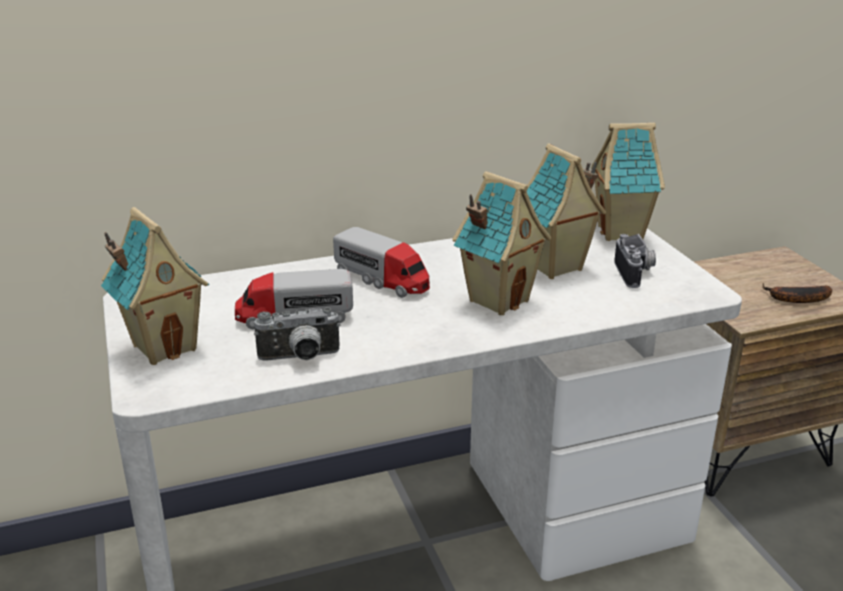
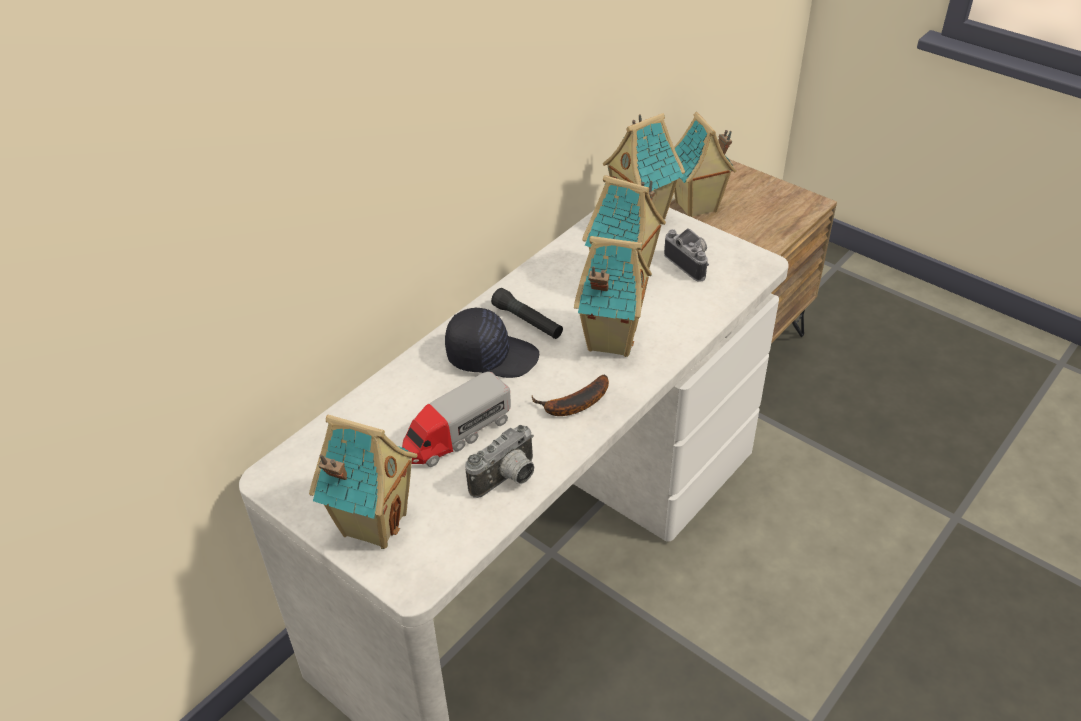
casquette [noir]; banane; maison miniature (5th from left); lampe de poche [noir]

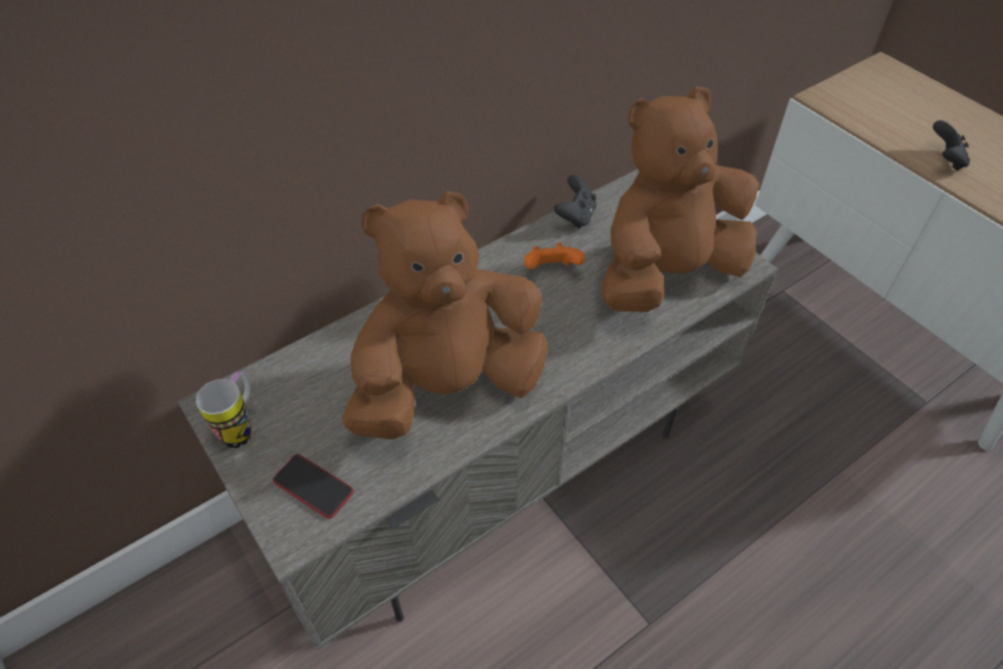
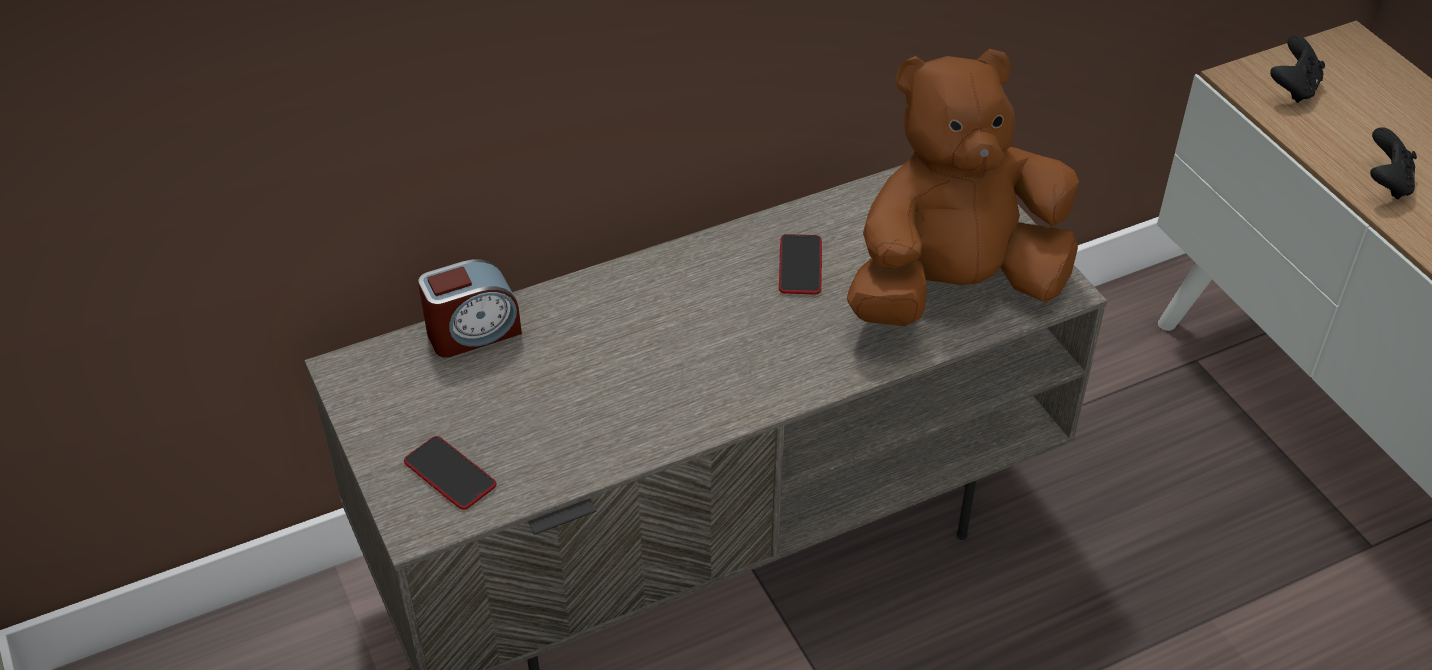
manette [noir] (1st from left); peluche [marron] (1st from left in the first image); téléphone (2nd from left); mug; réveil

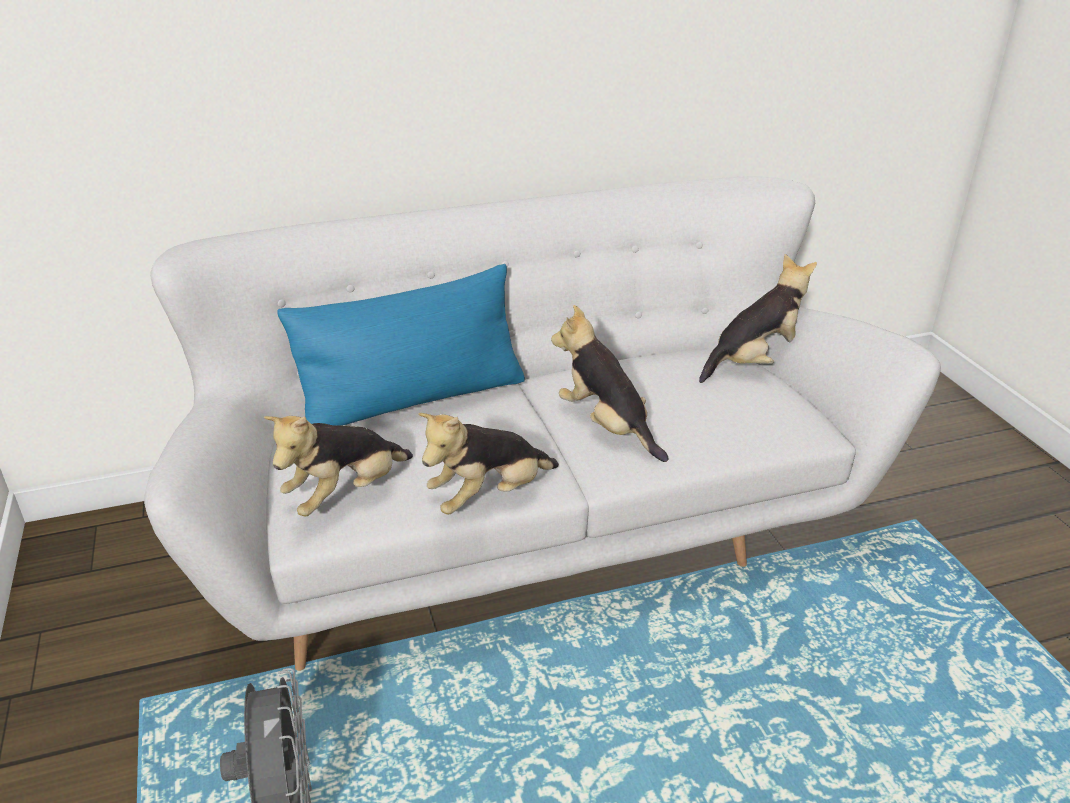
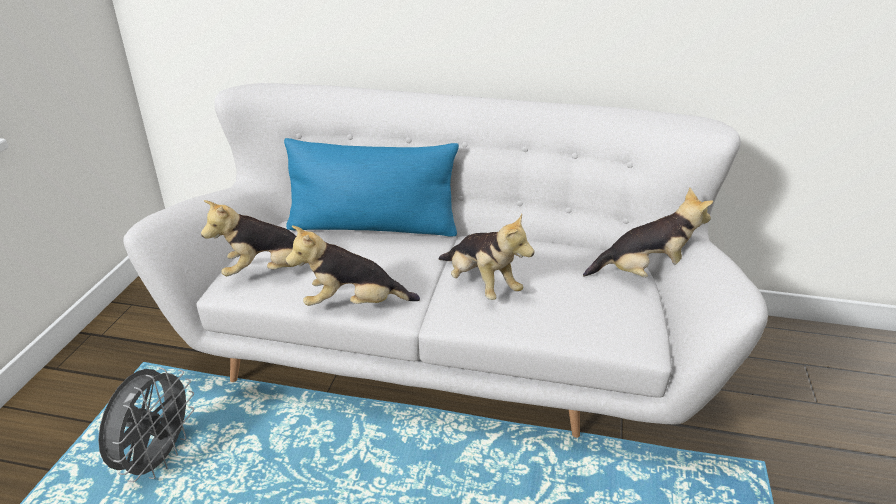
peluche (3rd from left)

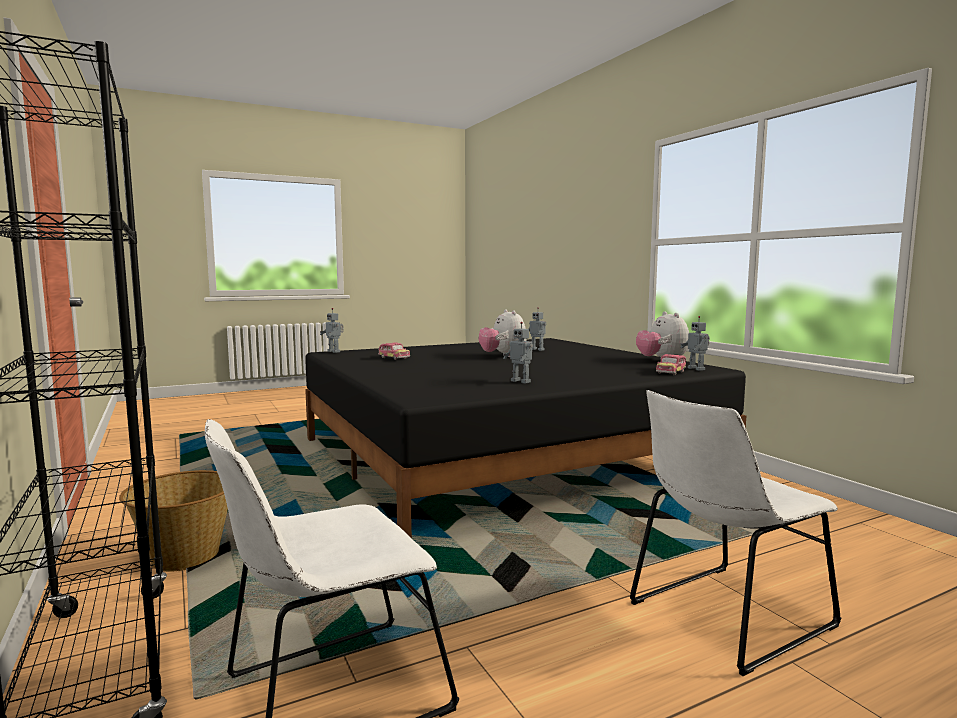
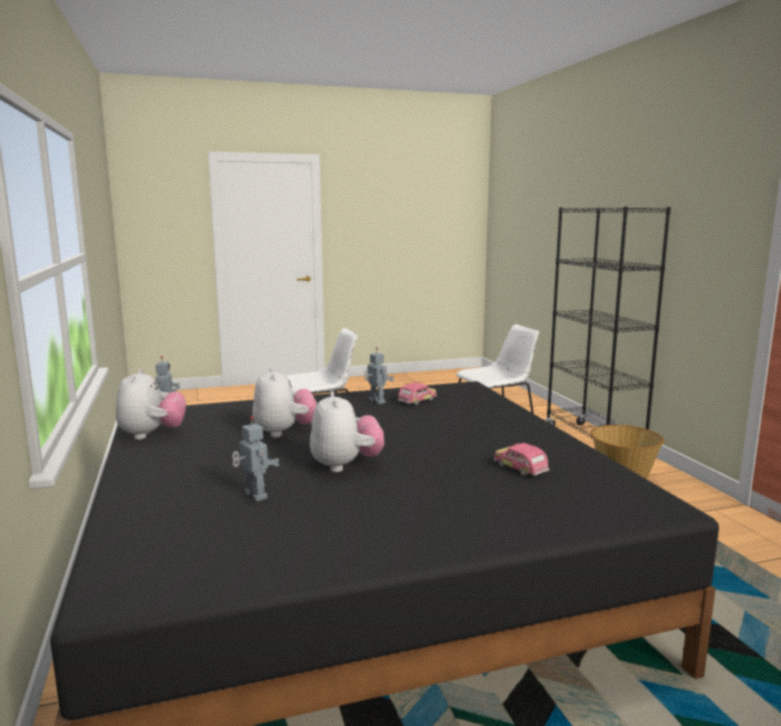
robot jouet (1st from left in the first image); petite voiture (1st from left); peluche (2nd from left)

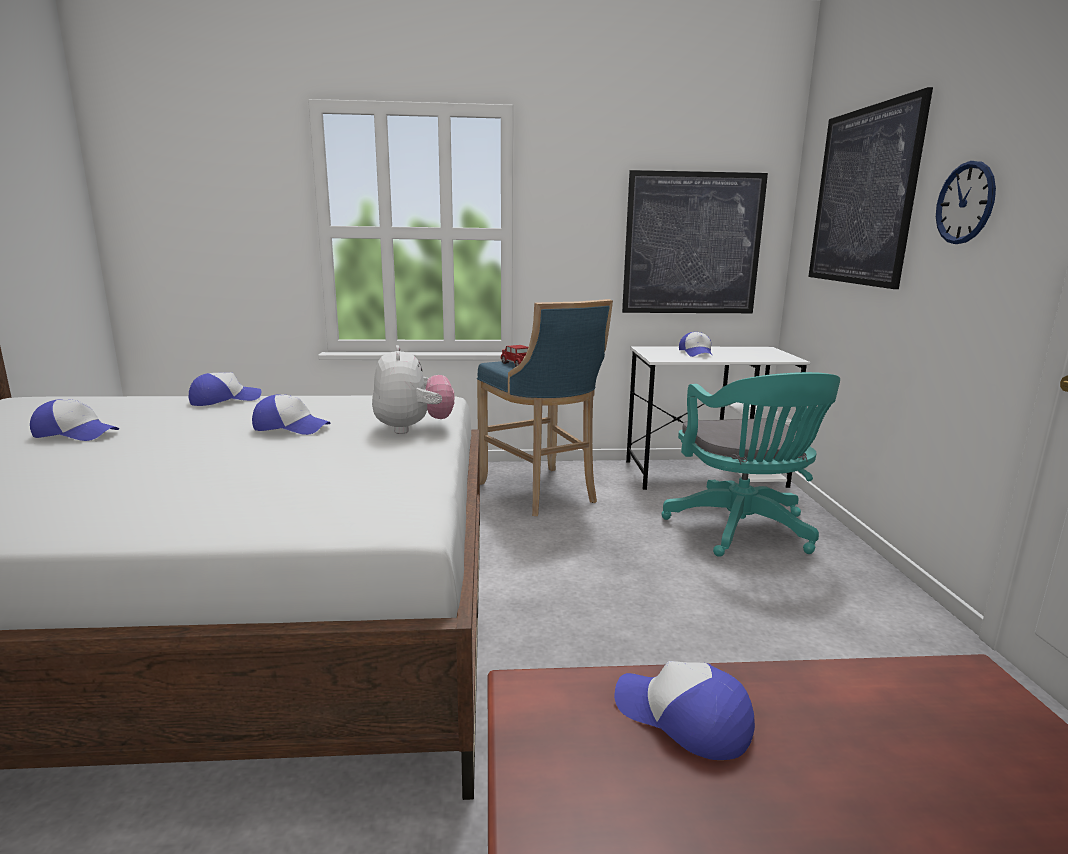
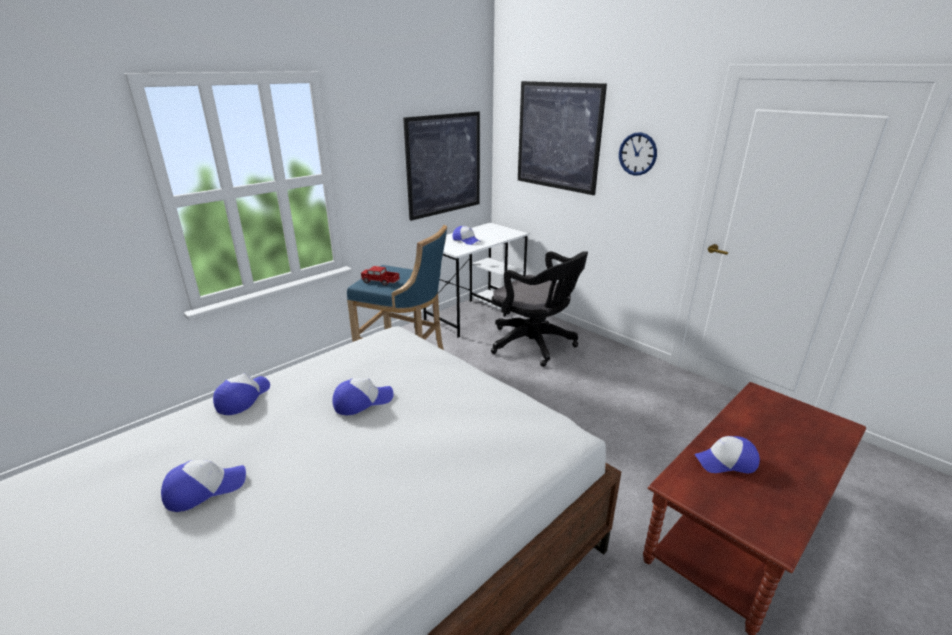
peluche; chaise de bureau [noir]

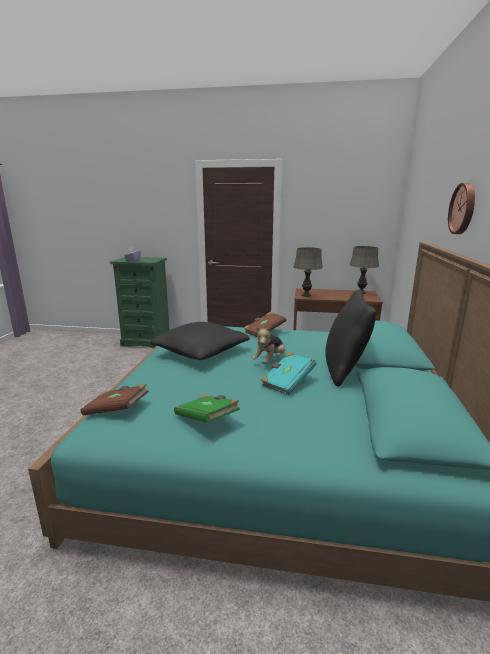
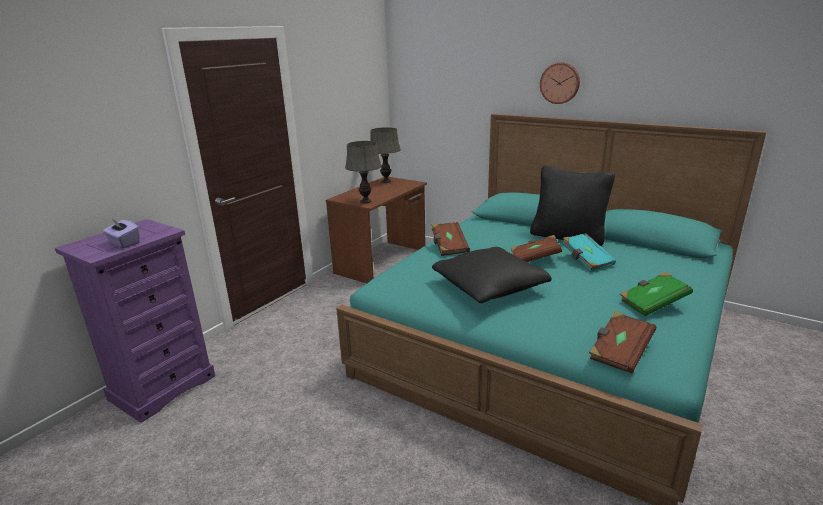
commode [violet]; livre [marron] (2nd from left)

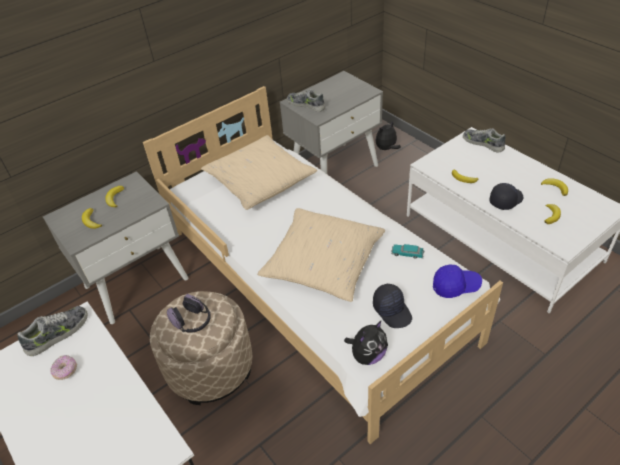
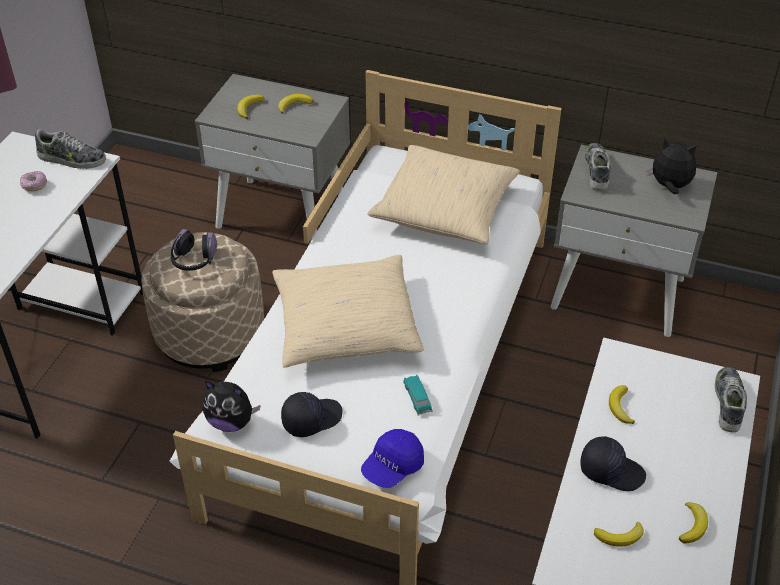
peluche (2nd from left); casquette [bleu]; casquette [noir] (1st from left)

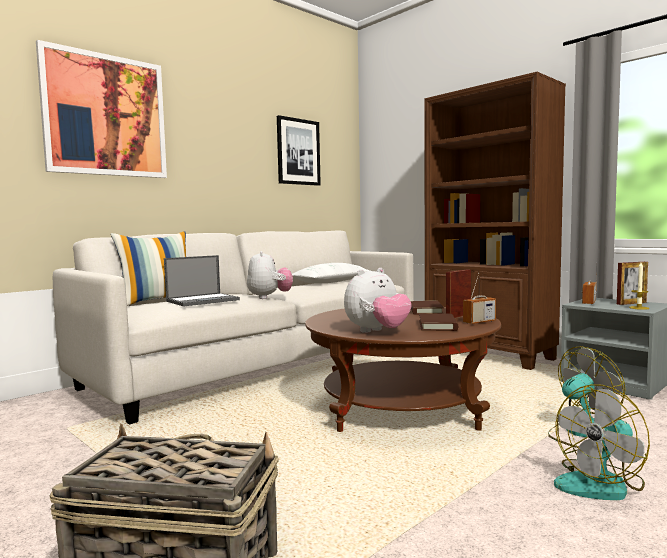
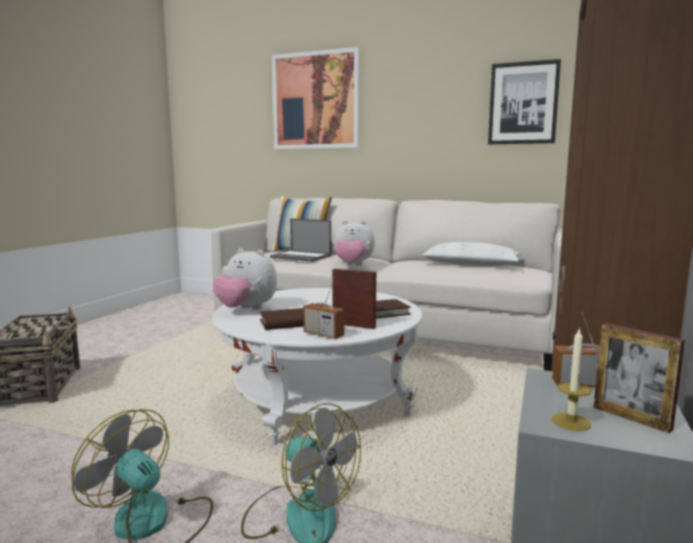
peluche (2nd from left); table basse [blanc]

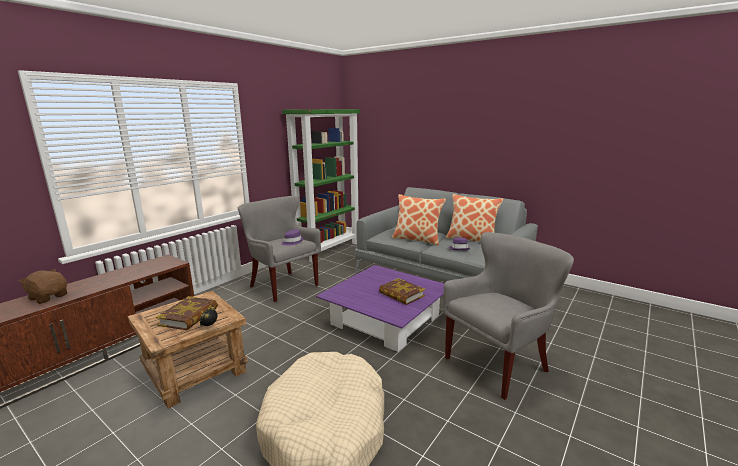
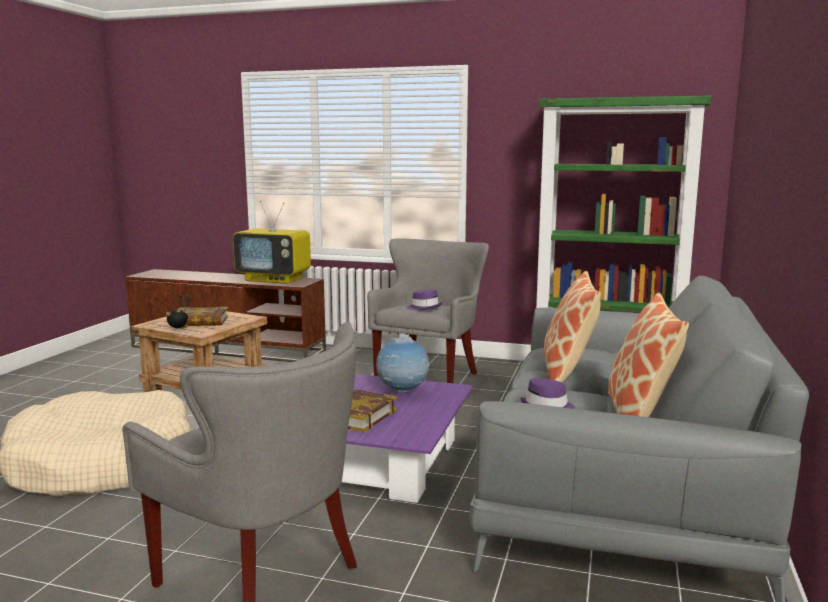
peluche [marron]; téléviseur; globe

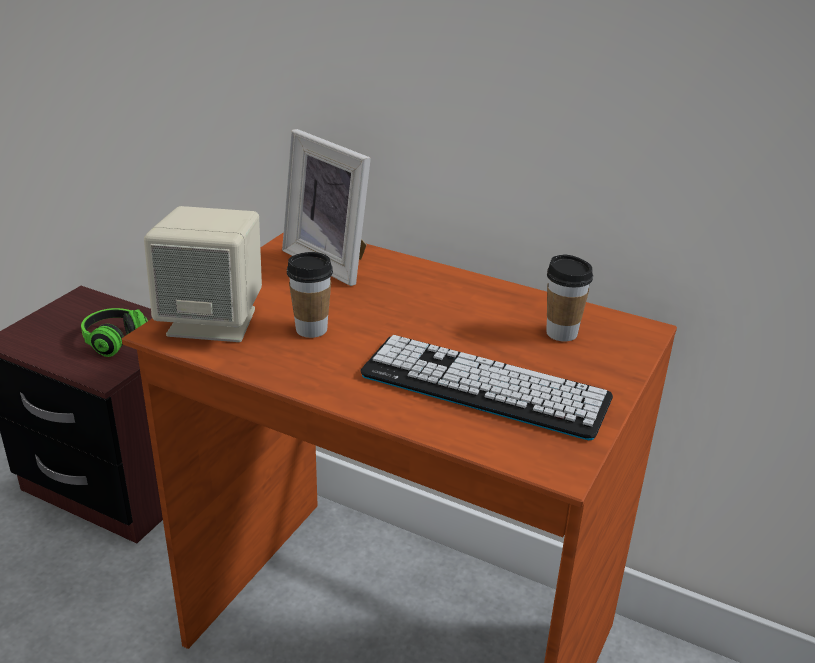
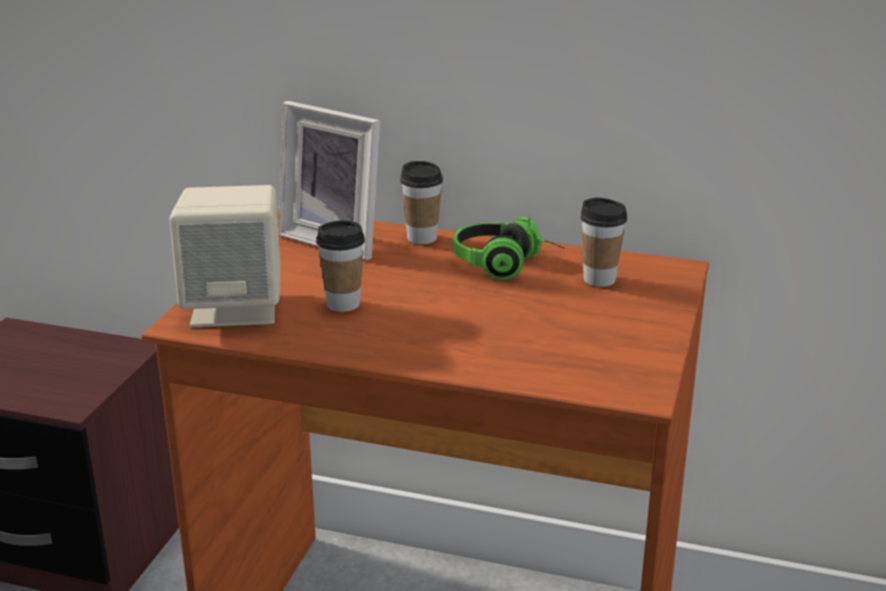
casque audio; clavier; tasse (2nd from left)

